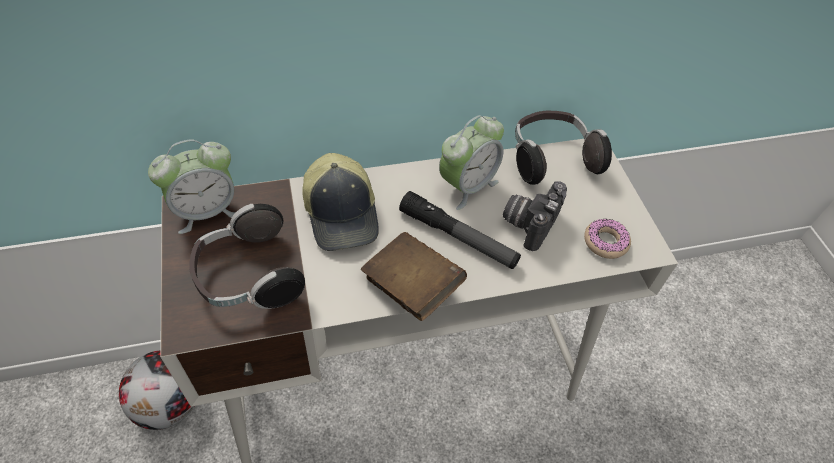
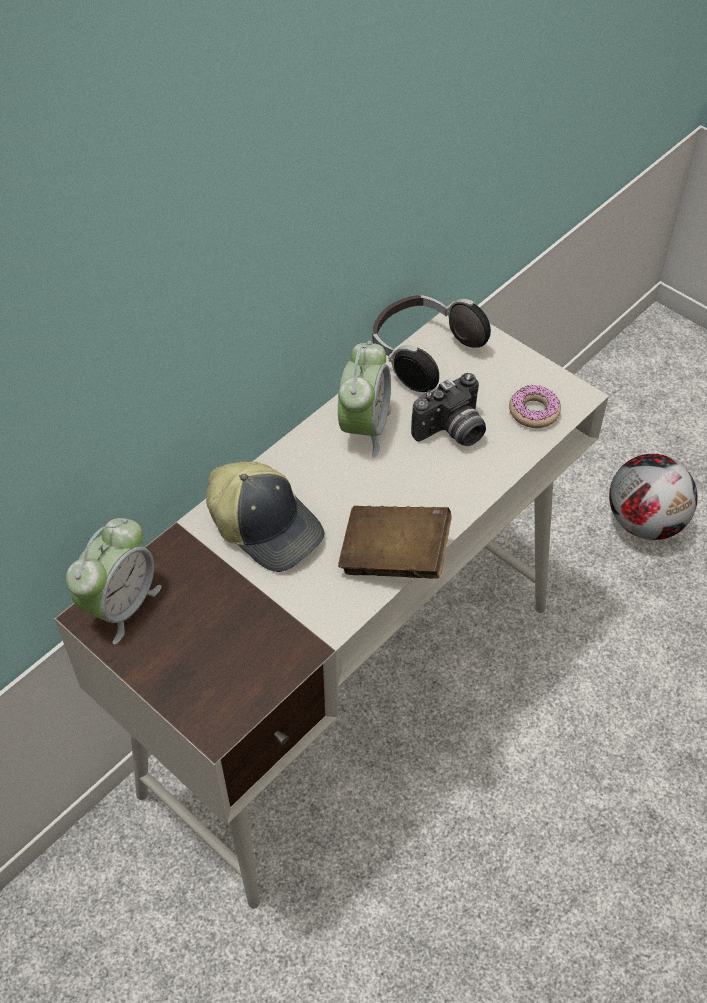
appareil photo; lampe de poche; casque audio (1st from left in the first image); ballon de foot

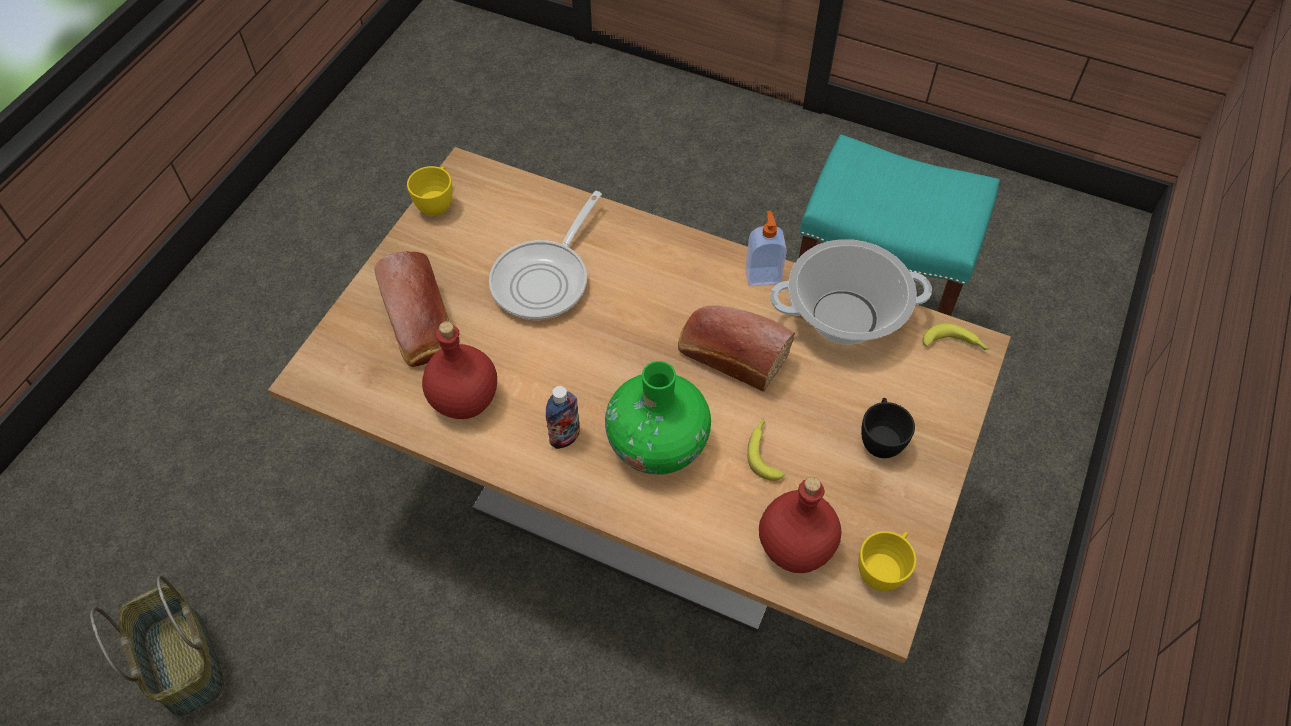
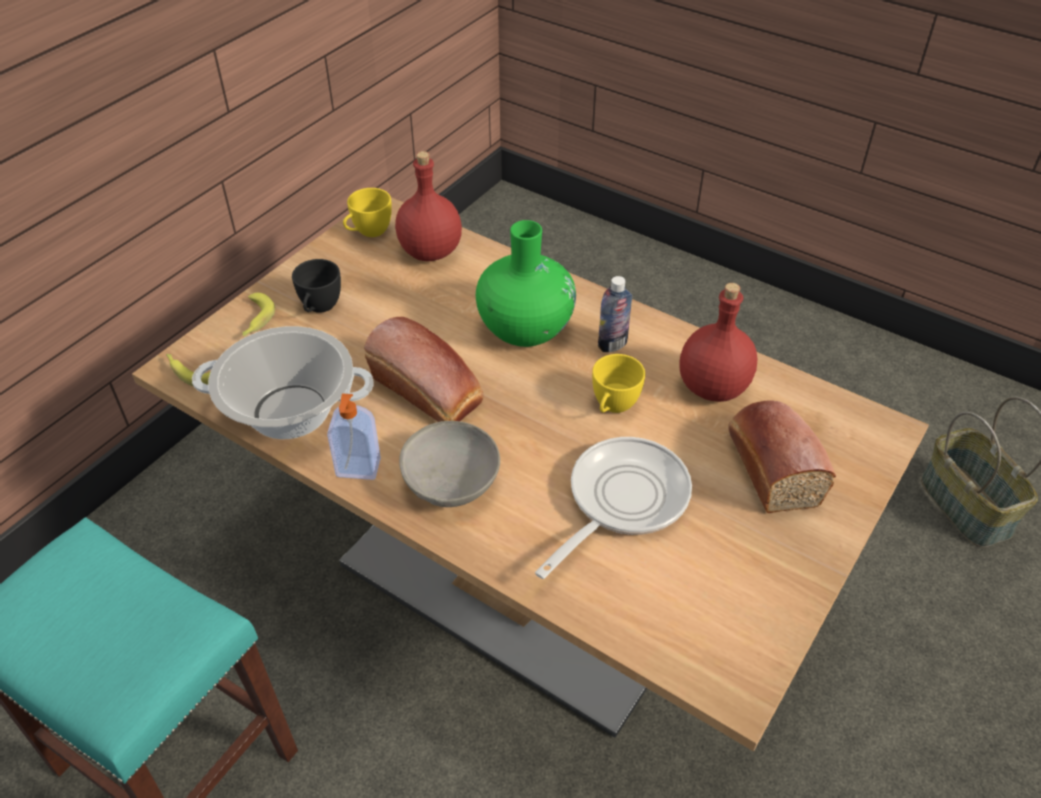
tasse [jaune] (2nd from left); banane (2nd from left); bol [gris]

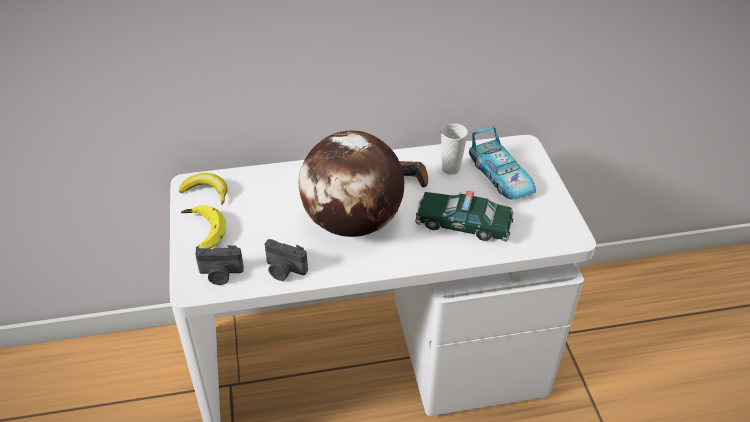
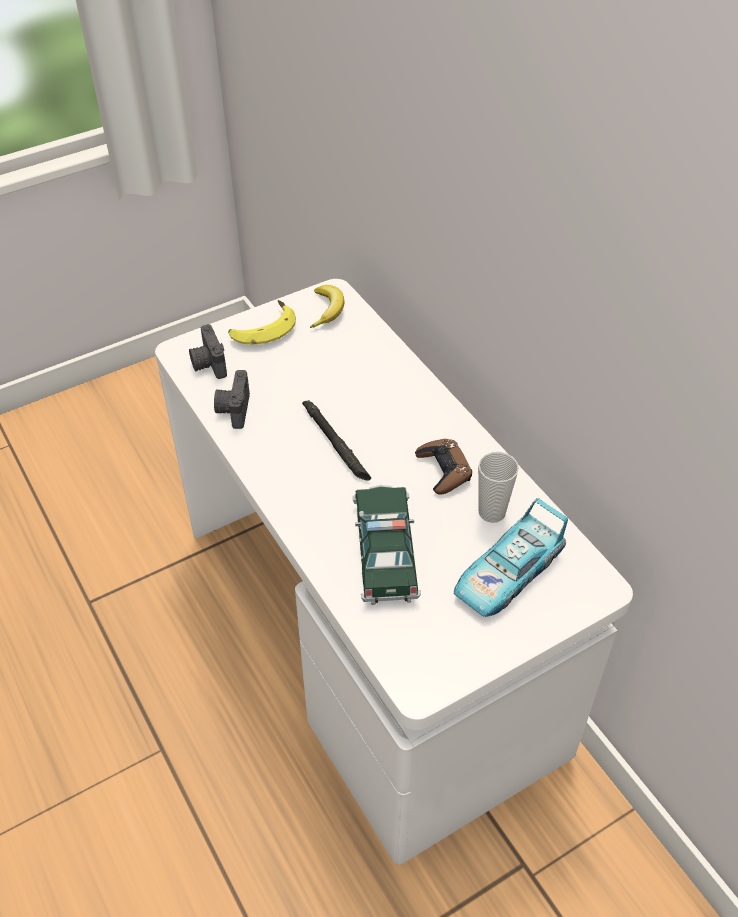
lampe de poche [noir]

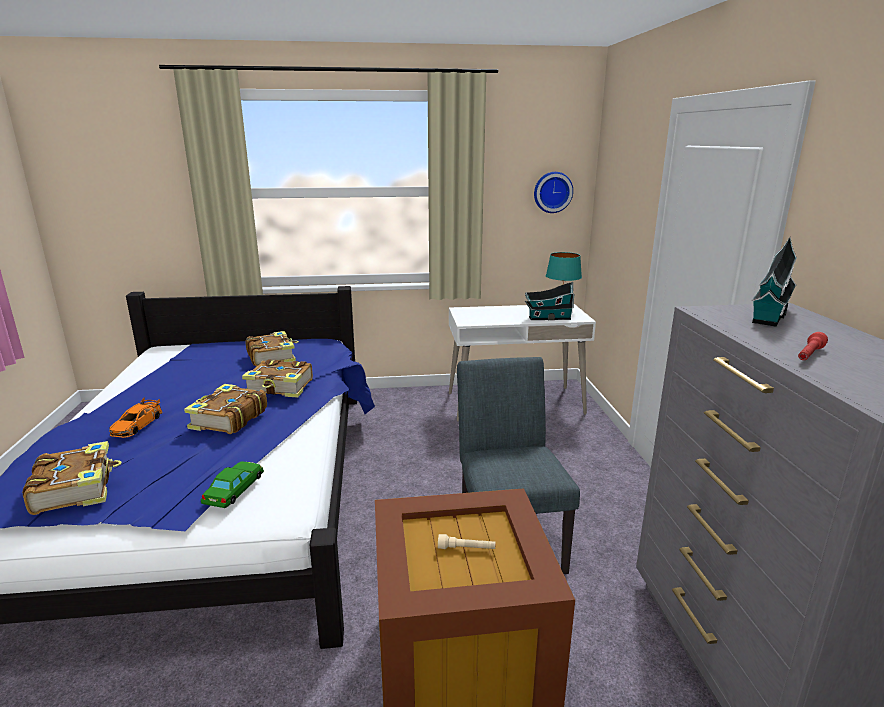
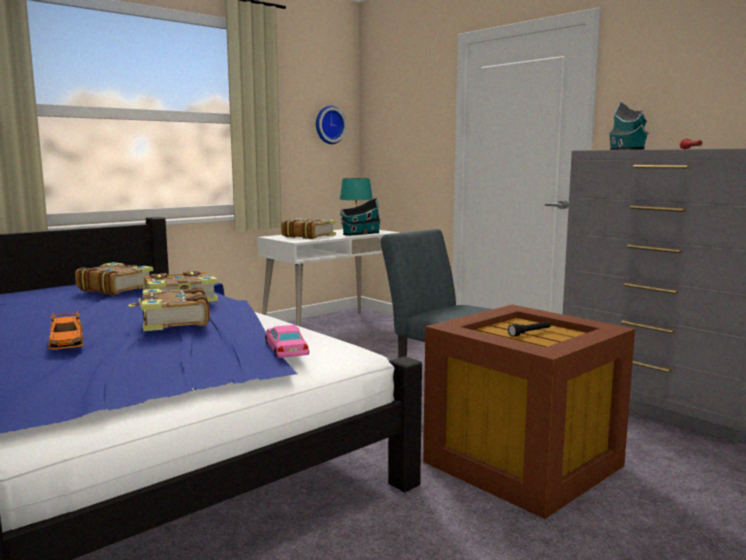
livre (4th from left); petite voiture [rose]; lampe de poche [noir]

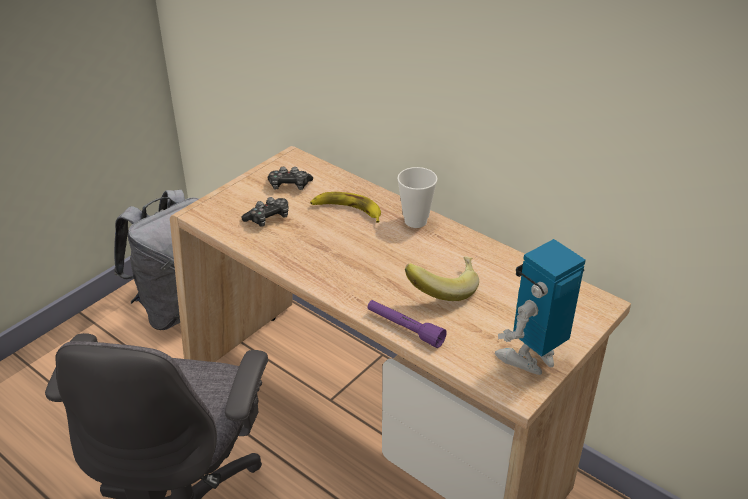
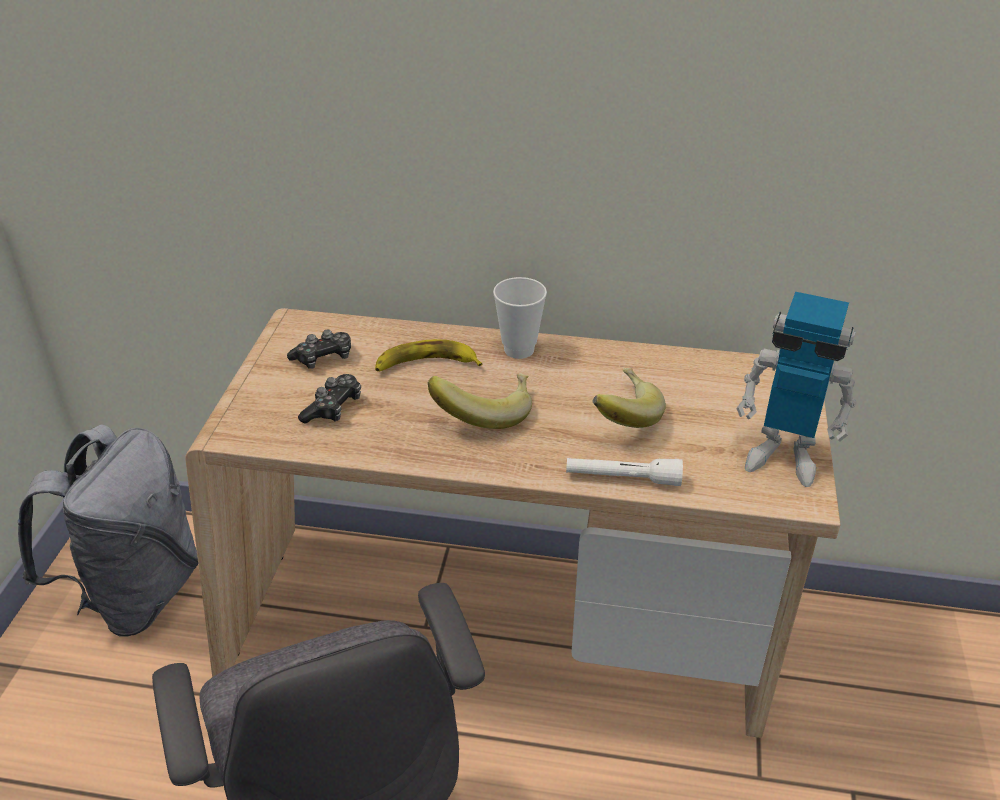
robot jouet; lampe de poche [blanc]; banane (2nd from left)

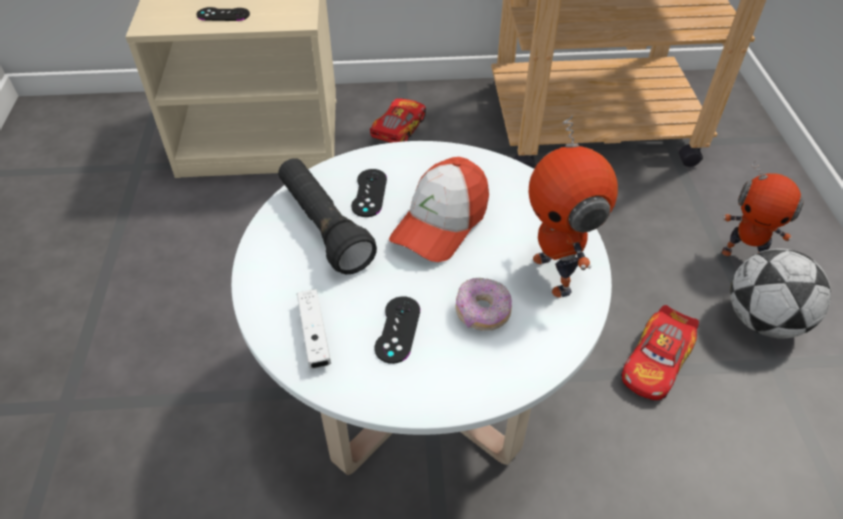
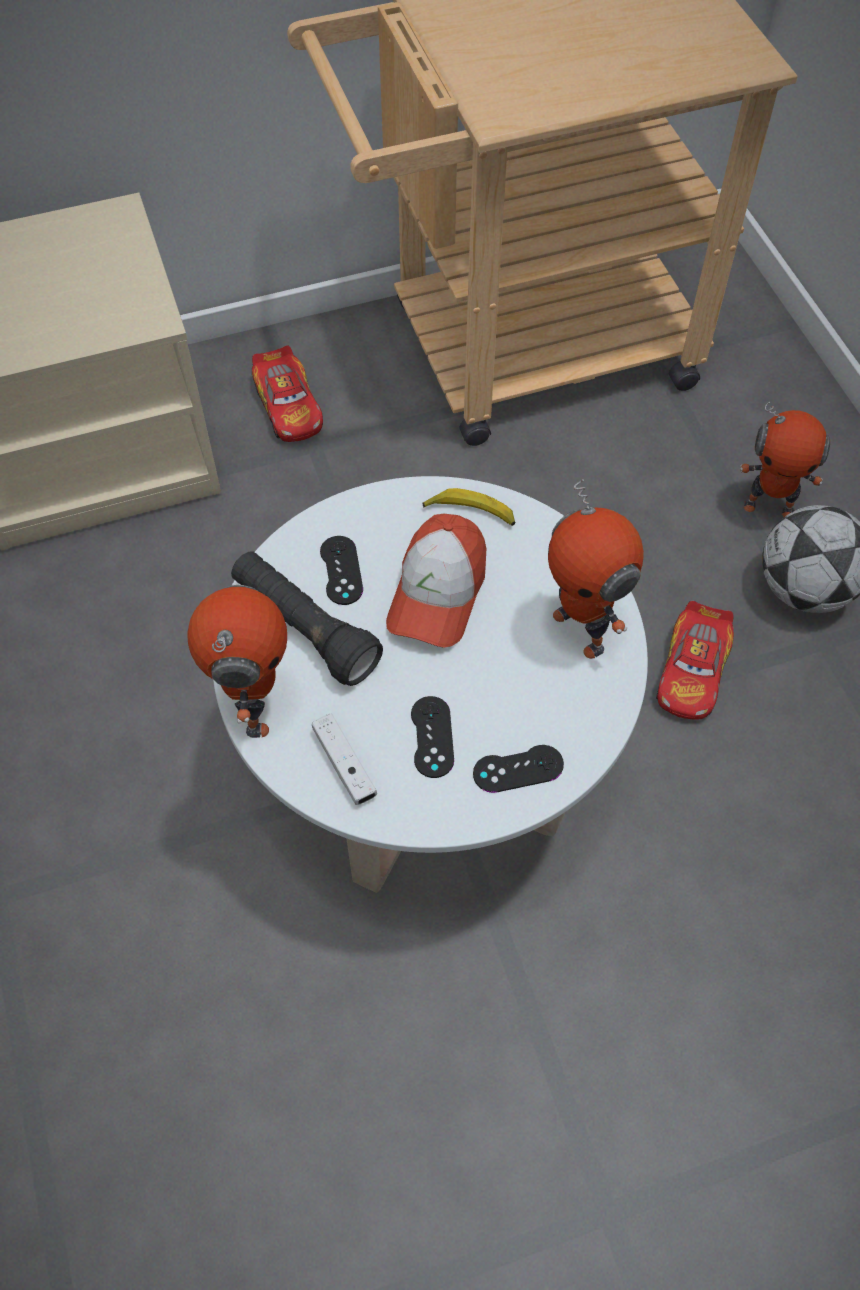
manette [noir] (3rd from left); petite voiture (1st from left); beignet; banane; robot jouet (1st from left)

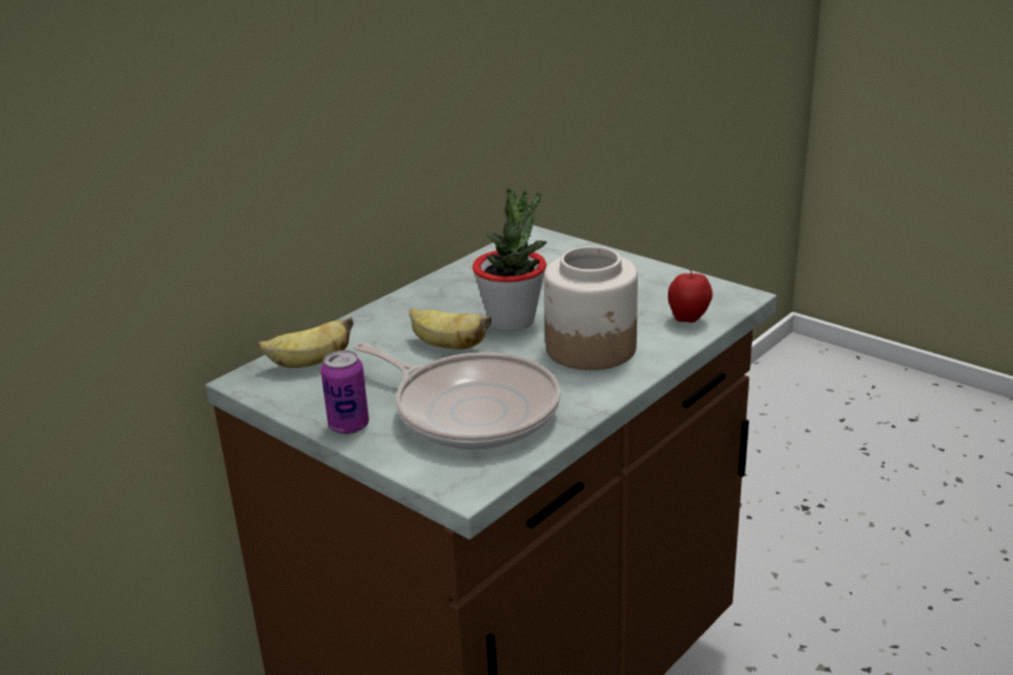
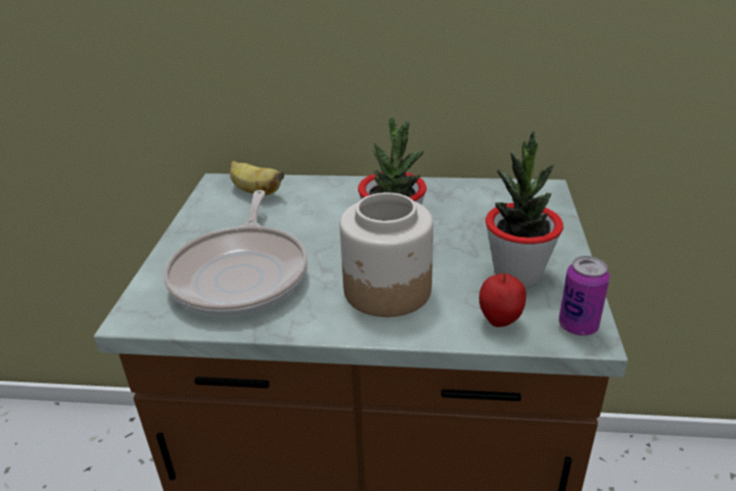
banane (2nd from left in the first image); boîte métallique; plante en pot (2nd from left)

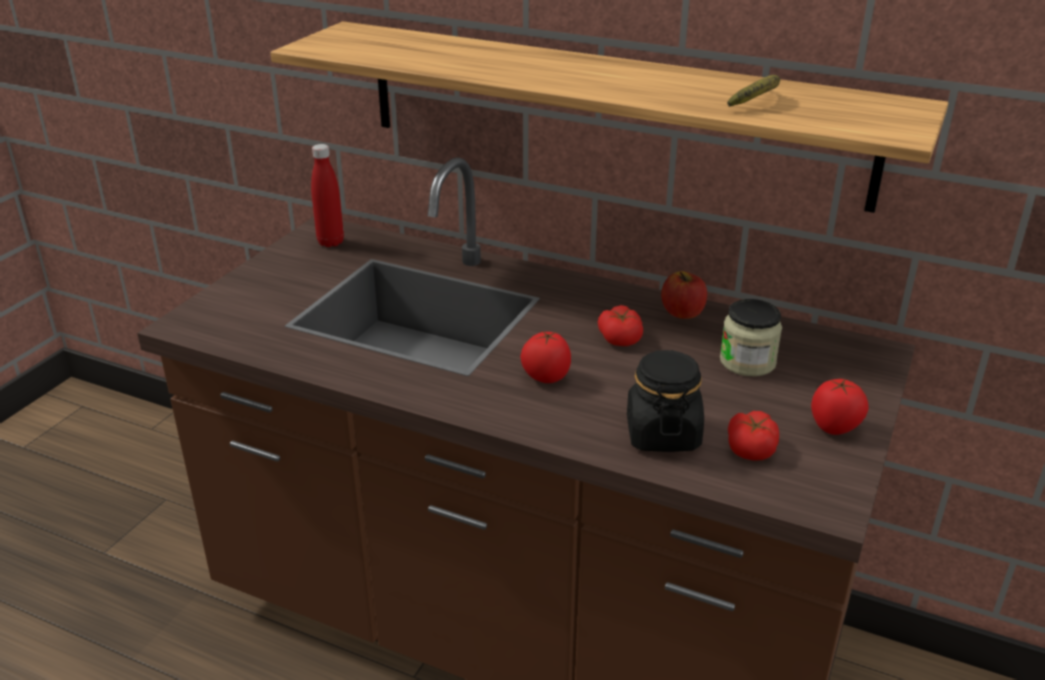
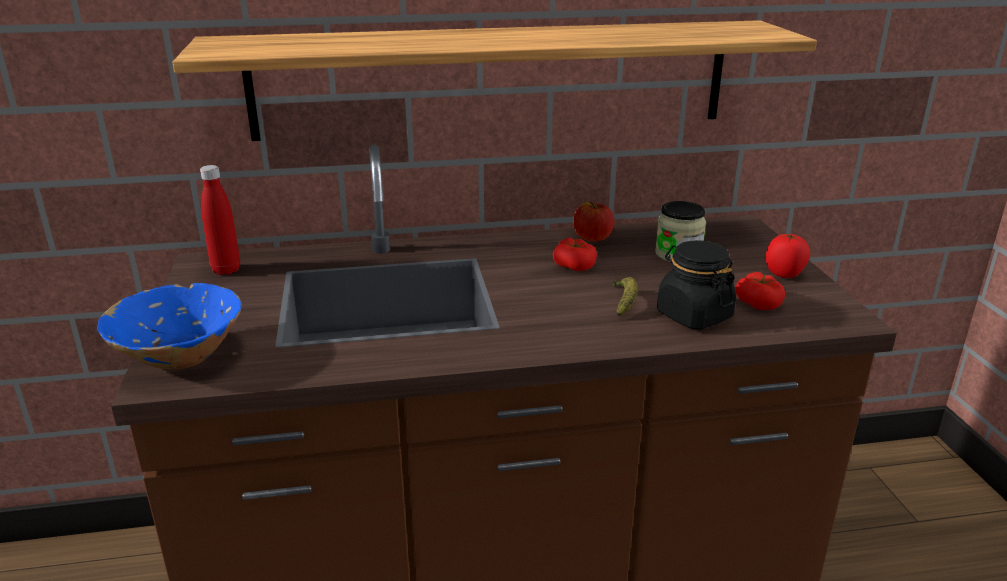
banane; tomate (1st from left in the first image); bol [bleu]

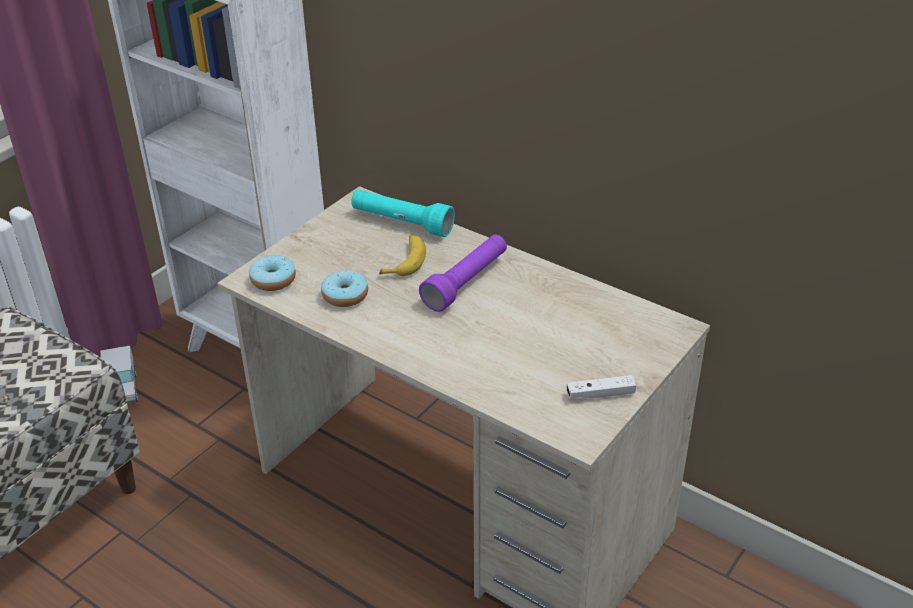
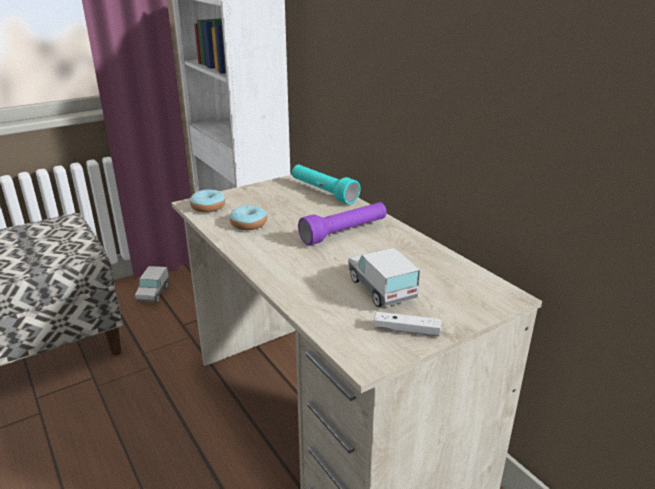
banane; camion jouet (2nd from left)

